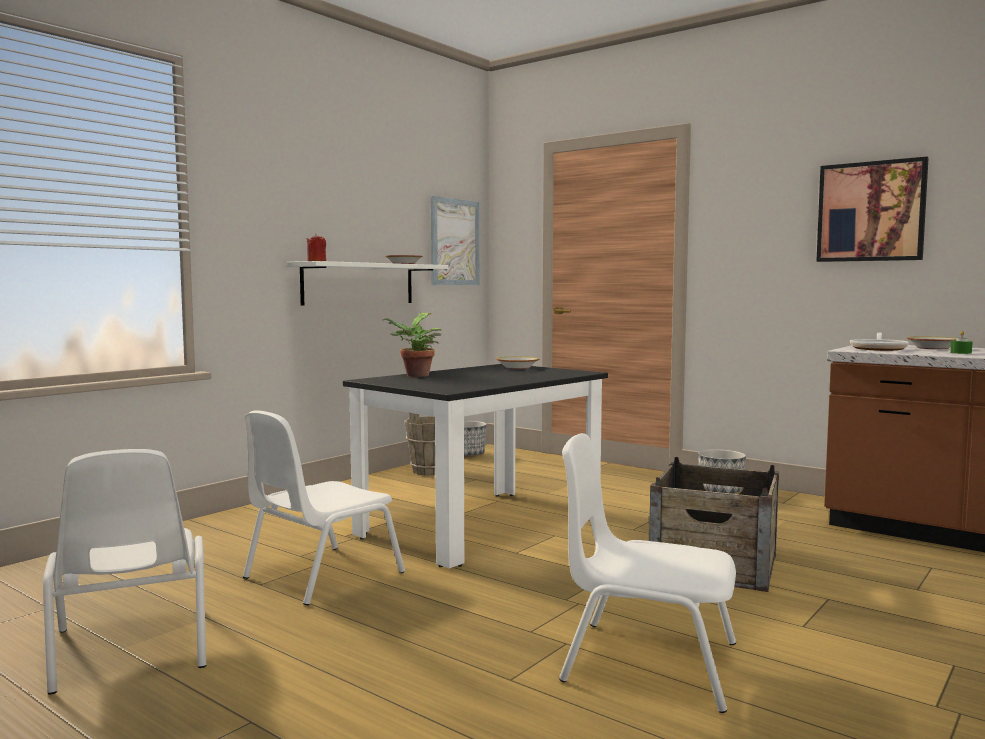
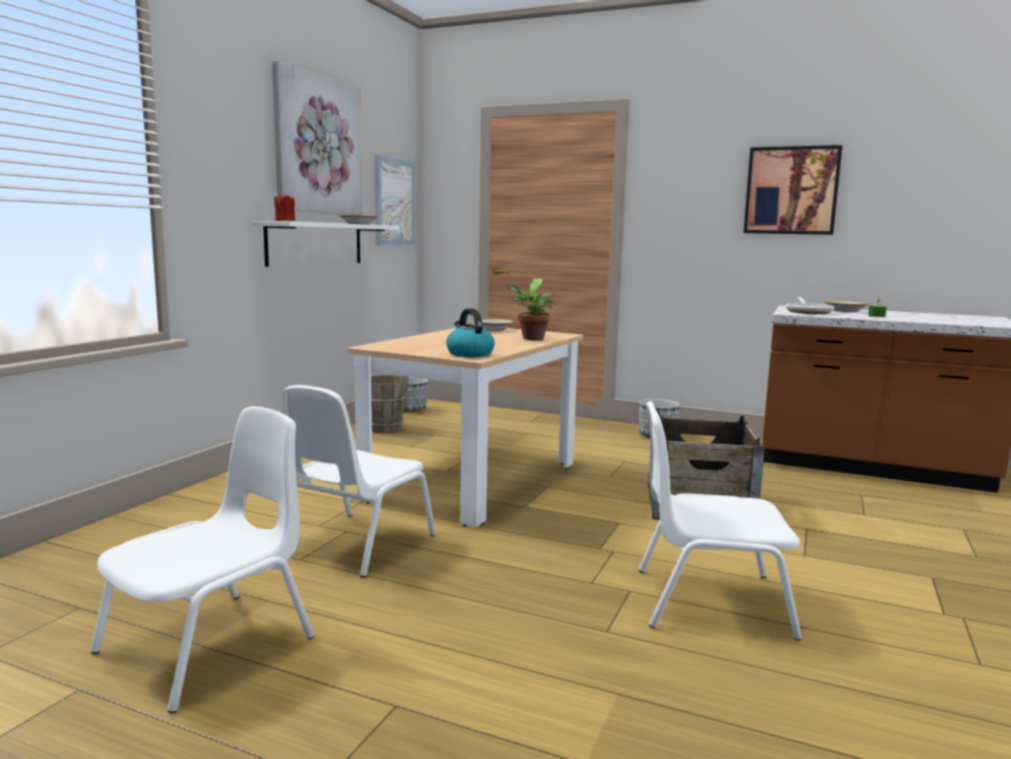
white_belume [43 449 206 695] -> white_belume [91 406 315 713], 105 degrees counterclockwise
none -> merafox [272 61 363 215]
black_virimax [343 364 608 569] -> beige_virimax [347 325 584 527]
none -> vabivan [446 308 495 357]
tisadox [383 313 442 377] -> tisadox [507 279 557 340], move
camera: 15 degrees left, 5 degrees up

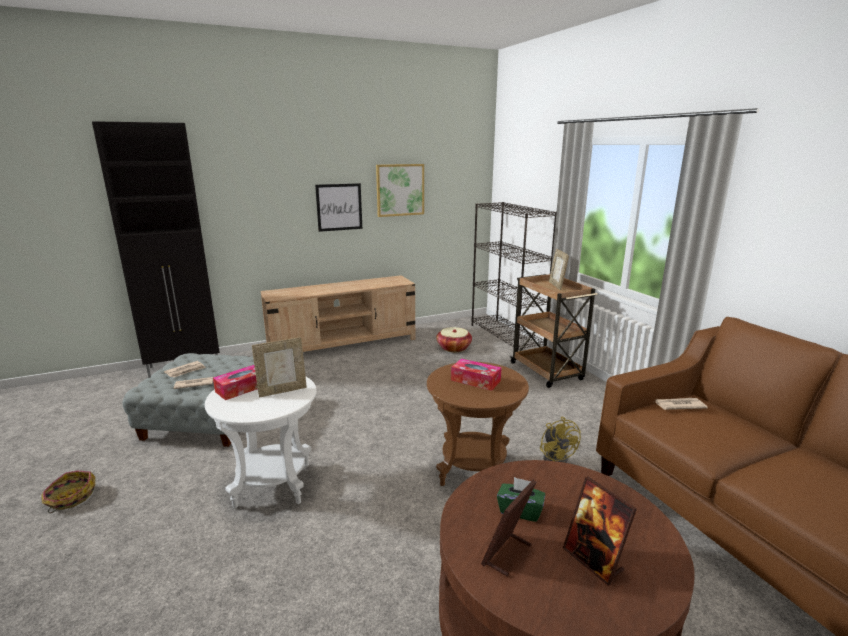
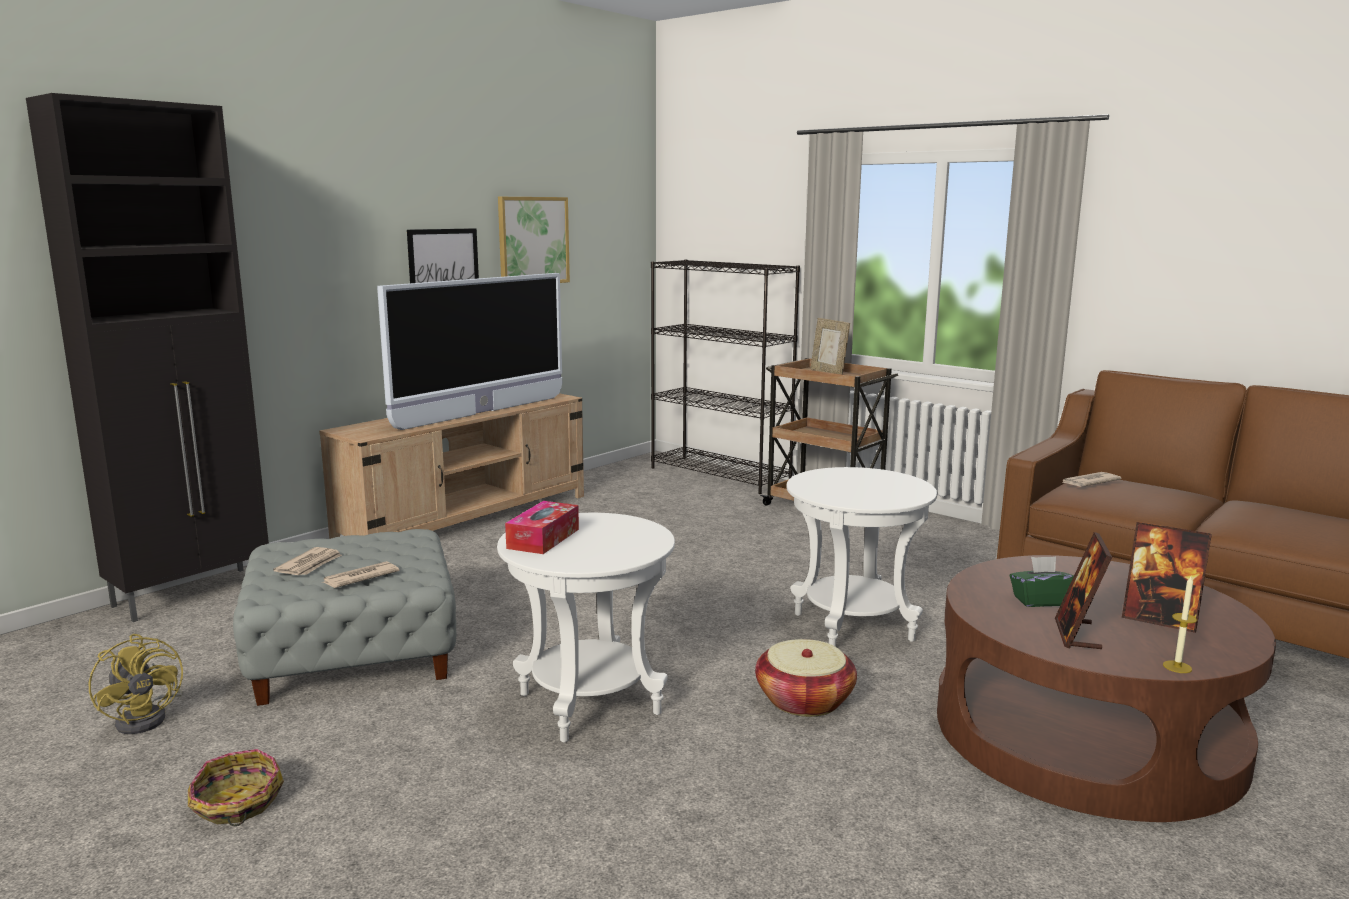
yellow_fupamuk [540 417 581 463] -> yellow_fupamuk [89 634 183 734], move
none -> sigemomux [377 273 562 430]
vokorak [436 327 472 352] -> vokorak [755 639 857 717], move
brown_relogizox [427 362 529 486] -> white_relogizox [786 467 937 647]
none -> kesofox [1163 576 1197 673]
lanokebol [252 337 307 397] -> none
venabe [451 359 501 391] -> none
camera: 25 degrees left, 5 degrees down

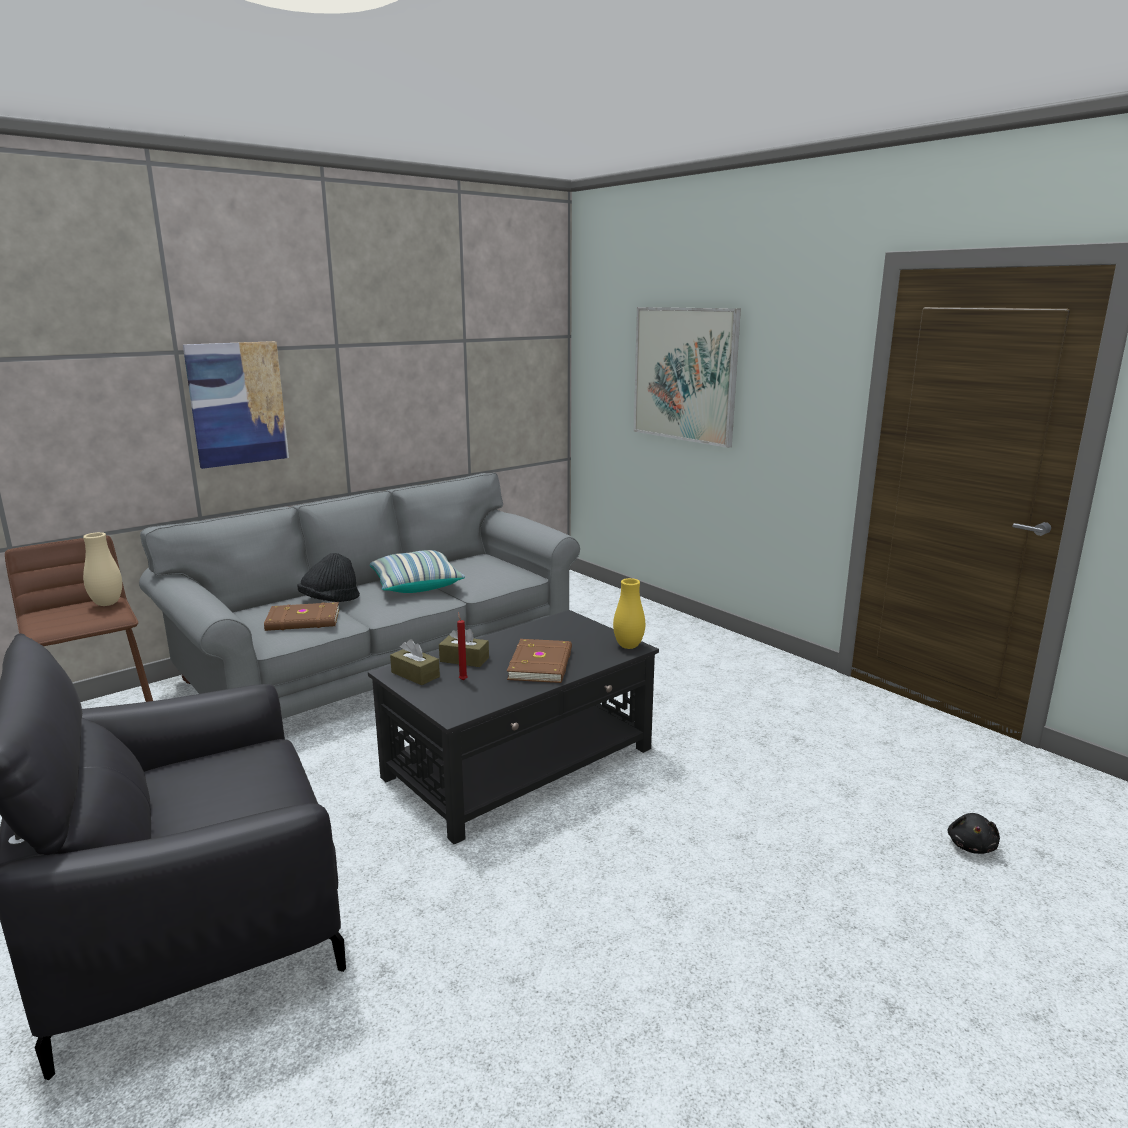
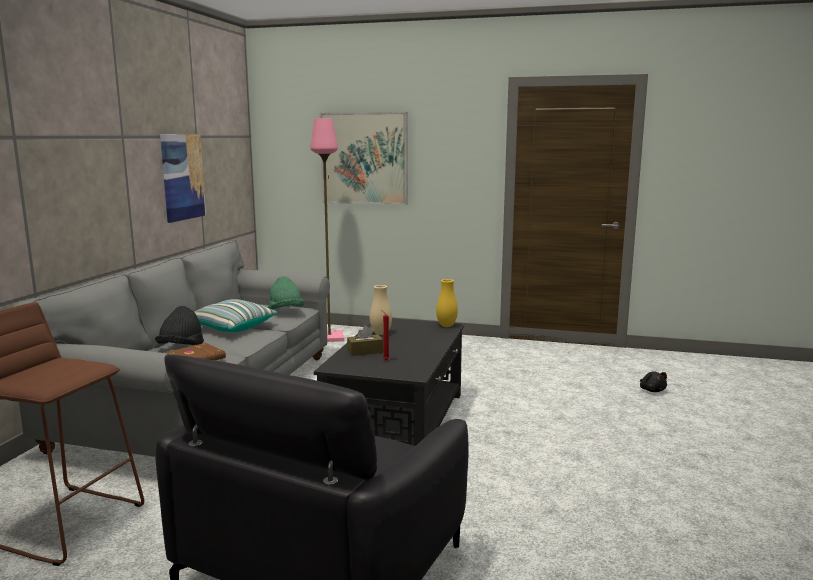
merafox [183 341 289 469] -> merafox [160 134 206 223], move
none -> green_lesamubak [268 276 305 310]
none -> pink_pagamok [310 118 344 342]
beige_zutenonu [83 532 122 606] -> beige_zutenonu [370 285 392 335], move
brown_venabe [390 639 440 685] -> none
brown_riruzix [507 639 572 683] -> none
camera: 35 degrees left, 5 degrees down

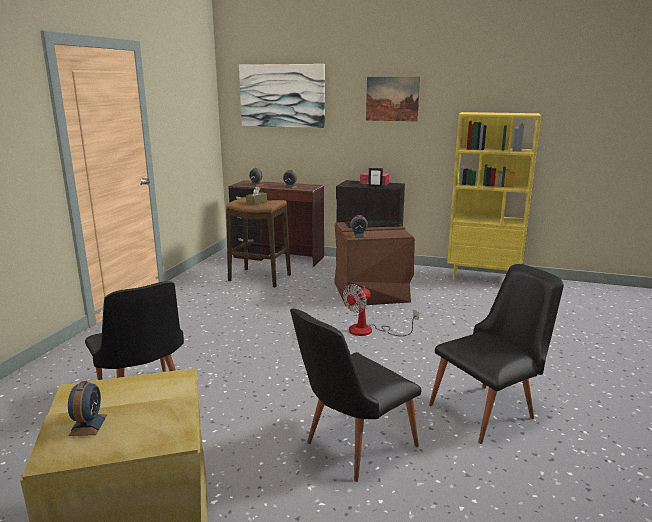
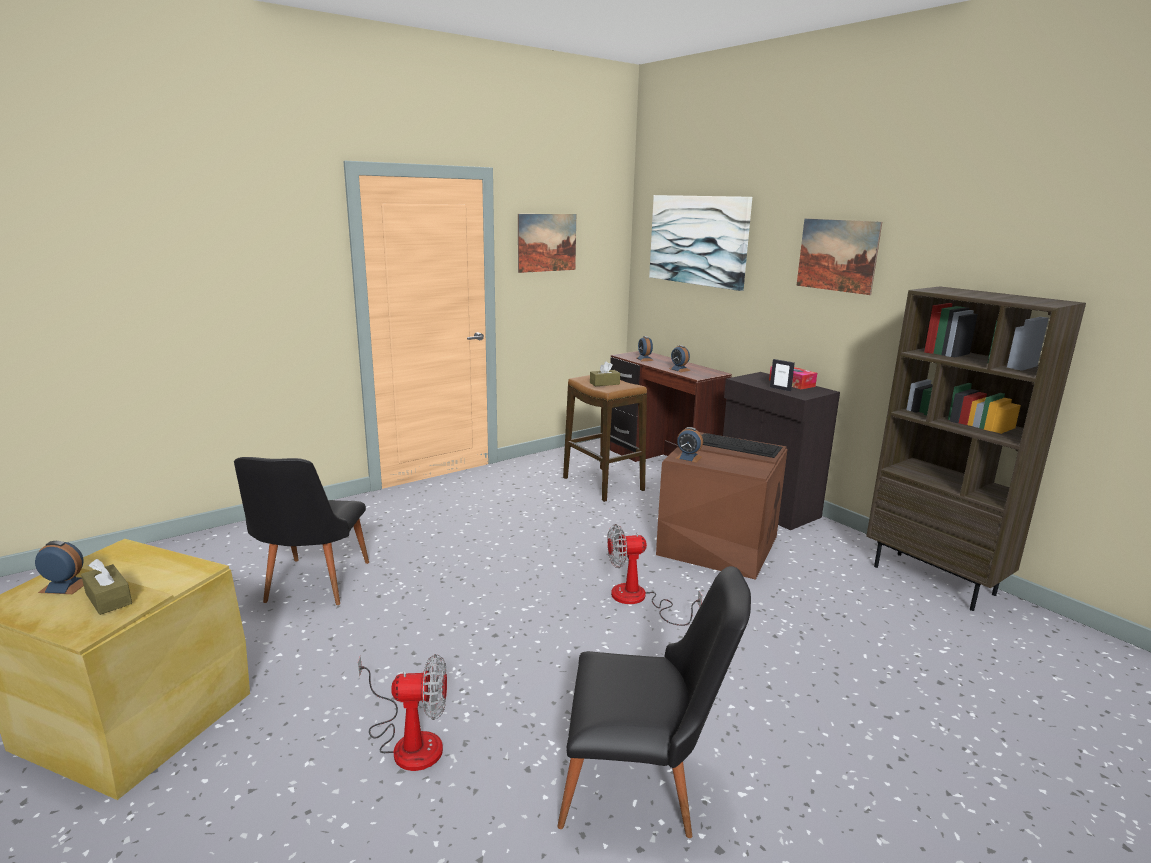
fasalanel [68 381 107 436] -> fasalanel [35 541 84 594], 120 degrees counterclockwise
none -> brown_venabe [81 559 132 615]
black_belume [290 309 421 482] -> fupamuk [358 654 447 771]
none -> merafox [518 214 576 273]
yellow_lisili [447 112 541 280] -> brown_lisili [866 287 1086 611]
camera: 35 degrees right, 0 degrees up

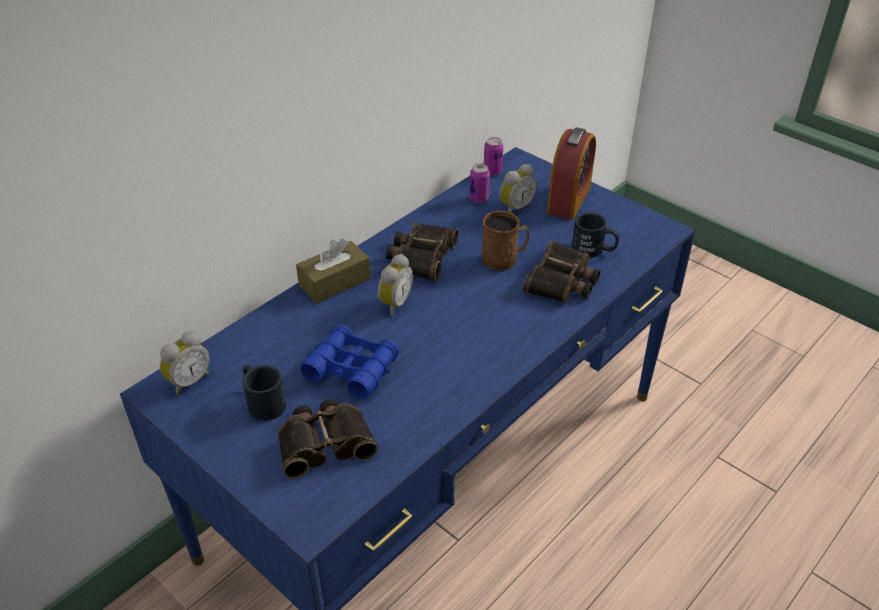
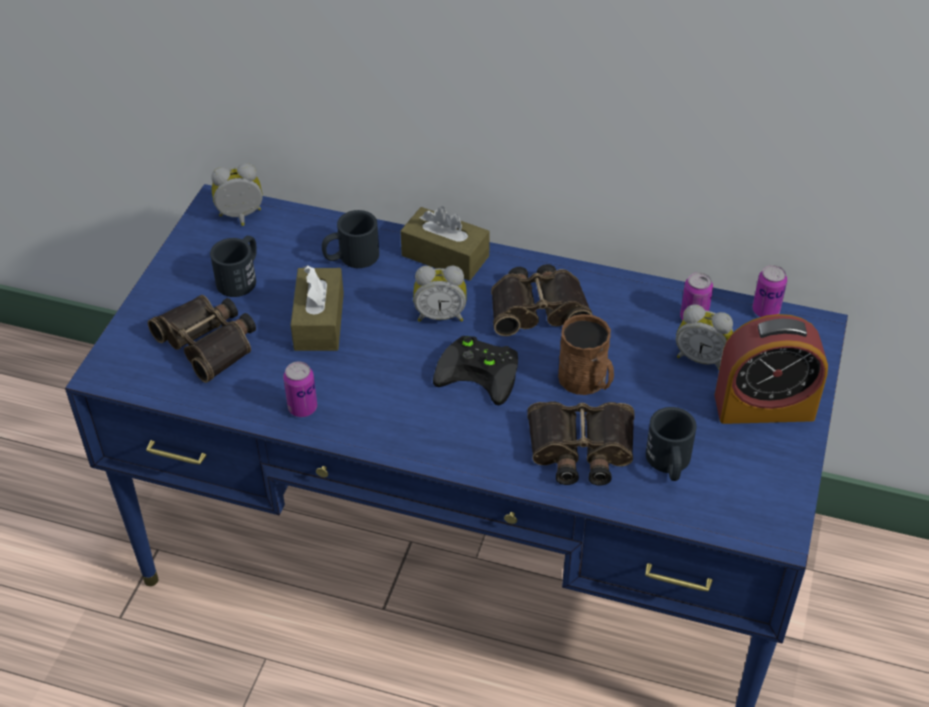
fasalanel [160 331 210 396] -> fasalanel [212 163 263 226], 150 degrees clockwise
none -> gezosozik [283 361 317 417]
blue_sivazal [300 324 399 399] -> brown_venabe [290 265 344 351]
none -> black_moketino [322 210 379 268]
none -> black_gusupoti [433 336 518 406]
camera: 65 degrees right, 5 degrees up

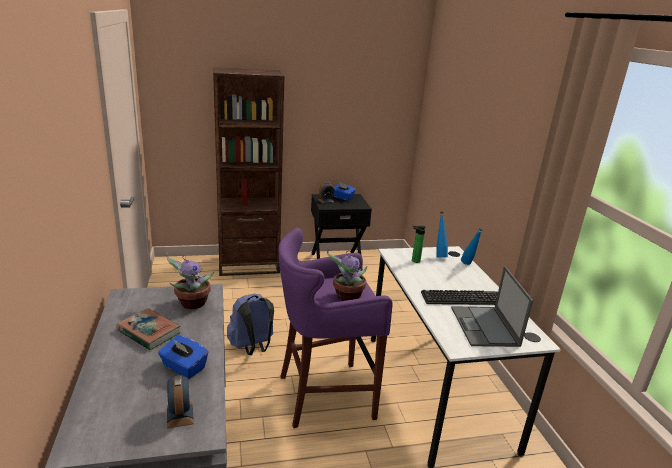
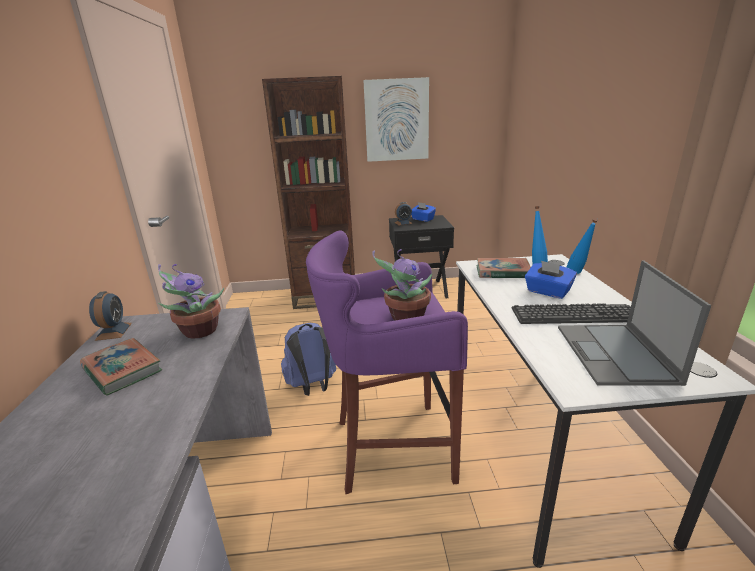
fasalanel [167 375 194 428] -> fasalanel [89 291 132 341], move
none -> merafox [363 77 429 162]
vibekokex [412 225 426 263] -> riruzix [476 258 531 278]
blue_venabe [158 335 208 379] -> blue_venabe [525 260 577 299], move
camera: 10 degrees right, 0 degrees up

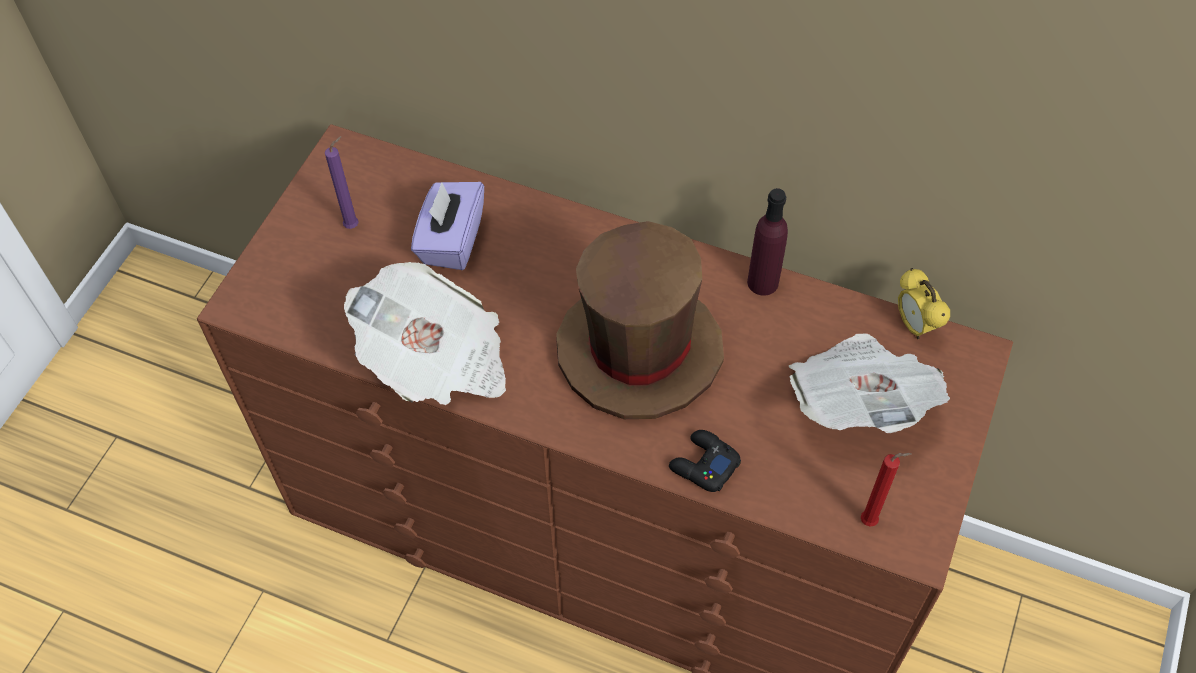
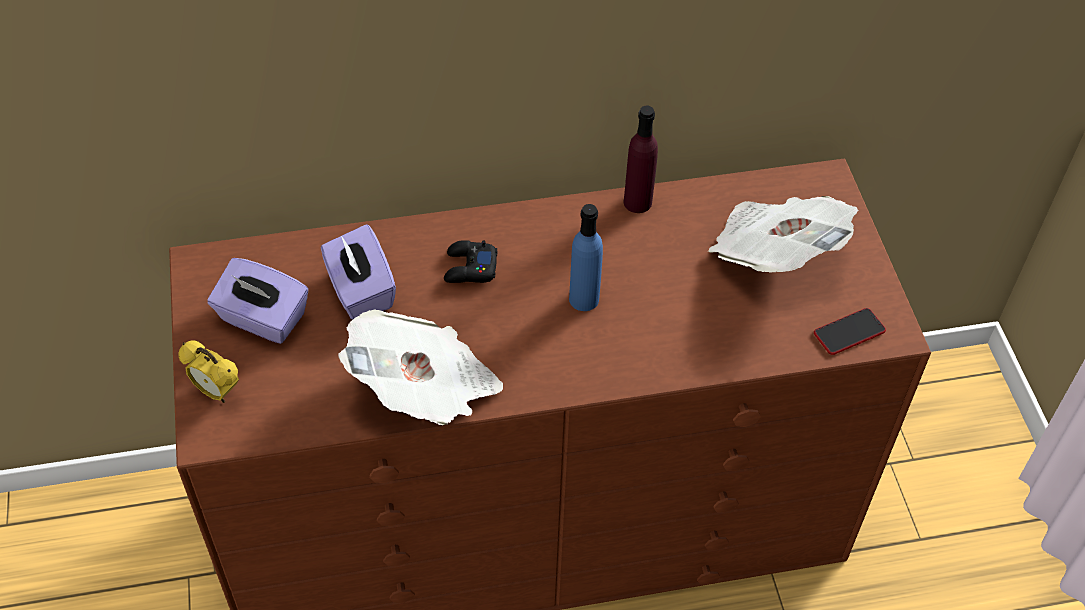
fasalanel [898 268 950 339] -> fasalanel [178 340 239 403], move
purple_kesofox [325 136 359 229] -> purple_venabe [207 258 308 344]
black_gusupoti [669 430 741 492] -> black_gusupoti [444 240 498 283], move
brown_lesamubak [556 221 724 419] -> blue_vibekokex [569 204 603 311]
red_kesofox [861 453 912 527] -> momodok [814 308 886 355]
camera: 35 degrees left, 5 degrees down

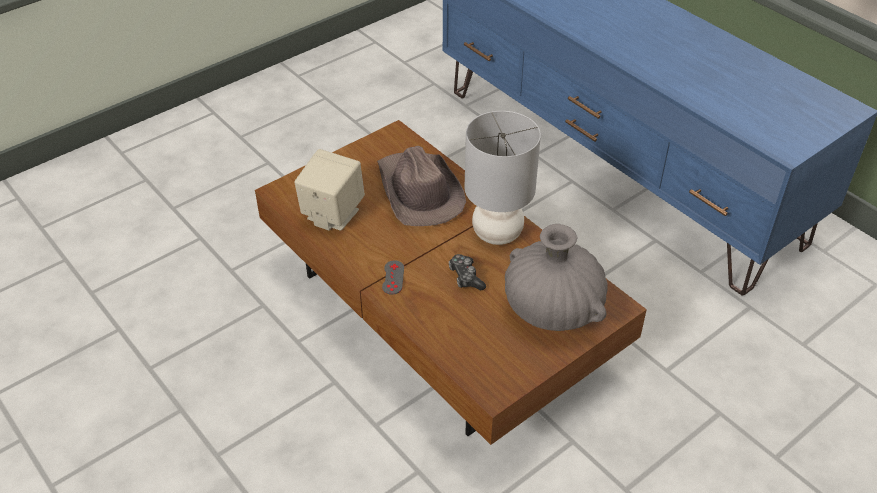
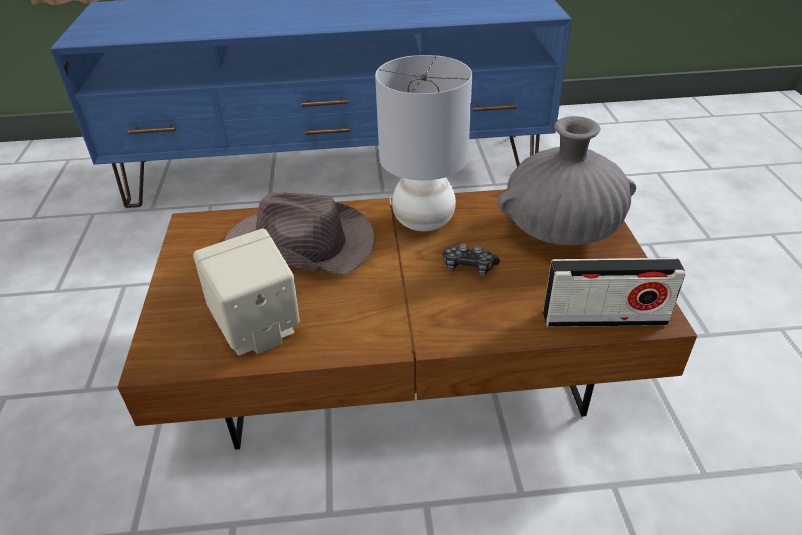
none -> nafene [543 258 686 327]
grey_gusupoti [382 260 404 295] -> none
camera: 55 degrees left, 5 degrees down

